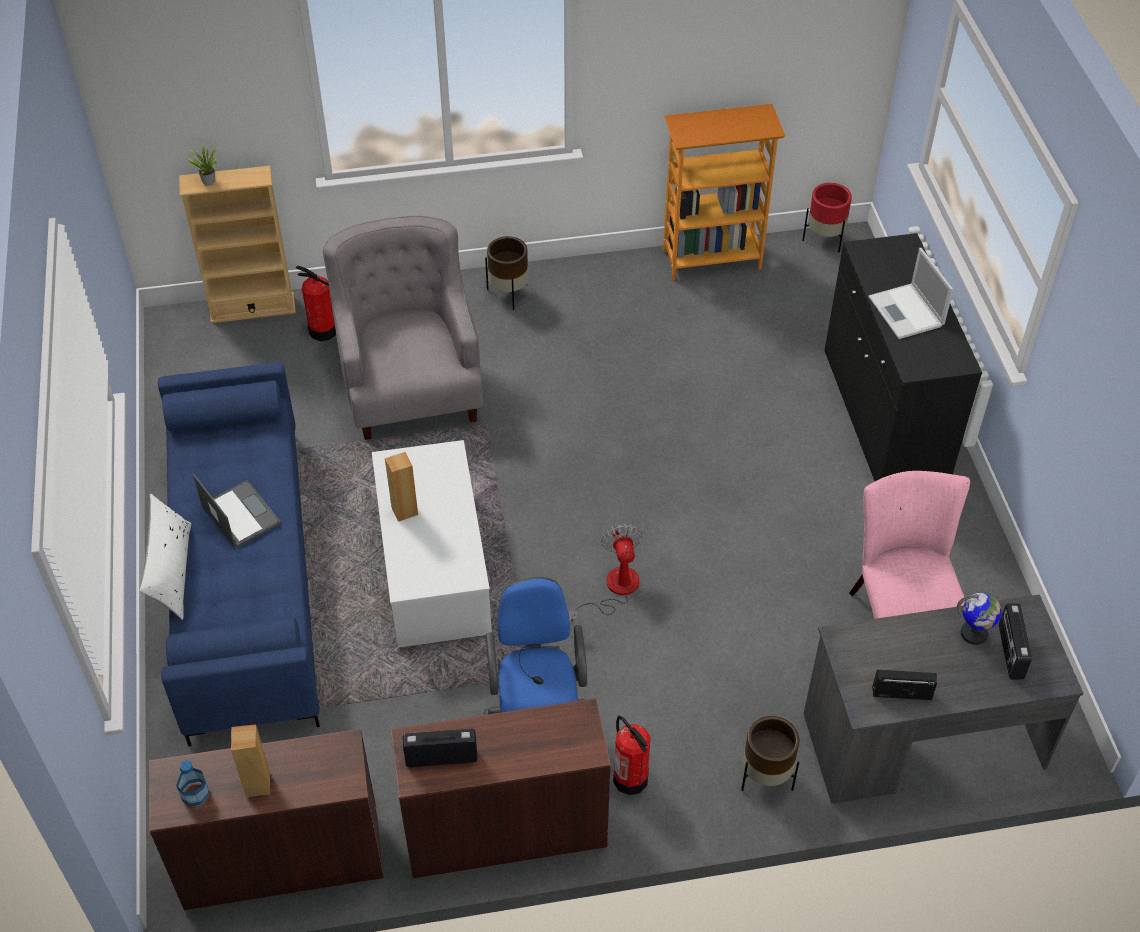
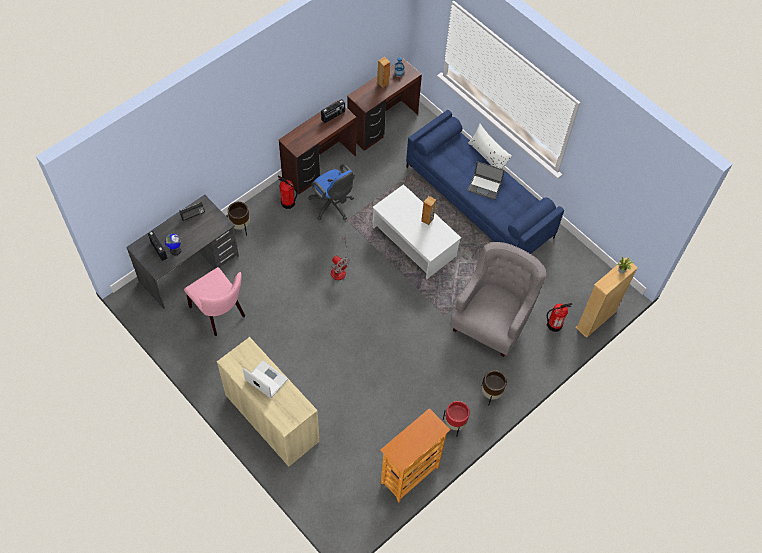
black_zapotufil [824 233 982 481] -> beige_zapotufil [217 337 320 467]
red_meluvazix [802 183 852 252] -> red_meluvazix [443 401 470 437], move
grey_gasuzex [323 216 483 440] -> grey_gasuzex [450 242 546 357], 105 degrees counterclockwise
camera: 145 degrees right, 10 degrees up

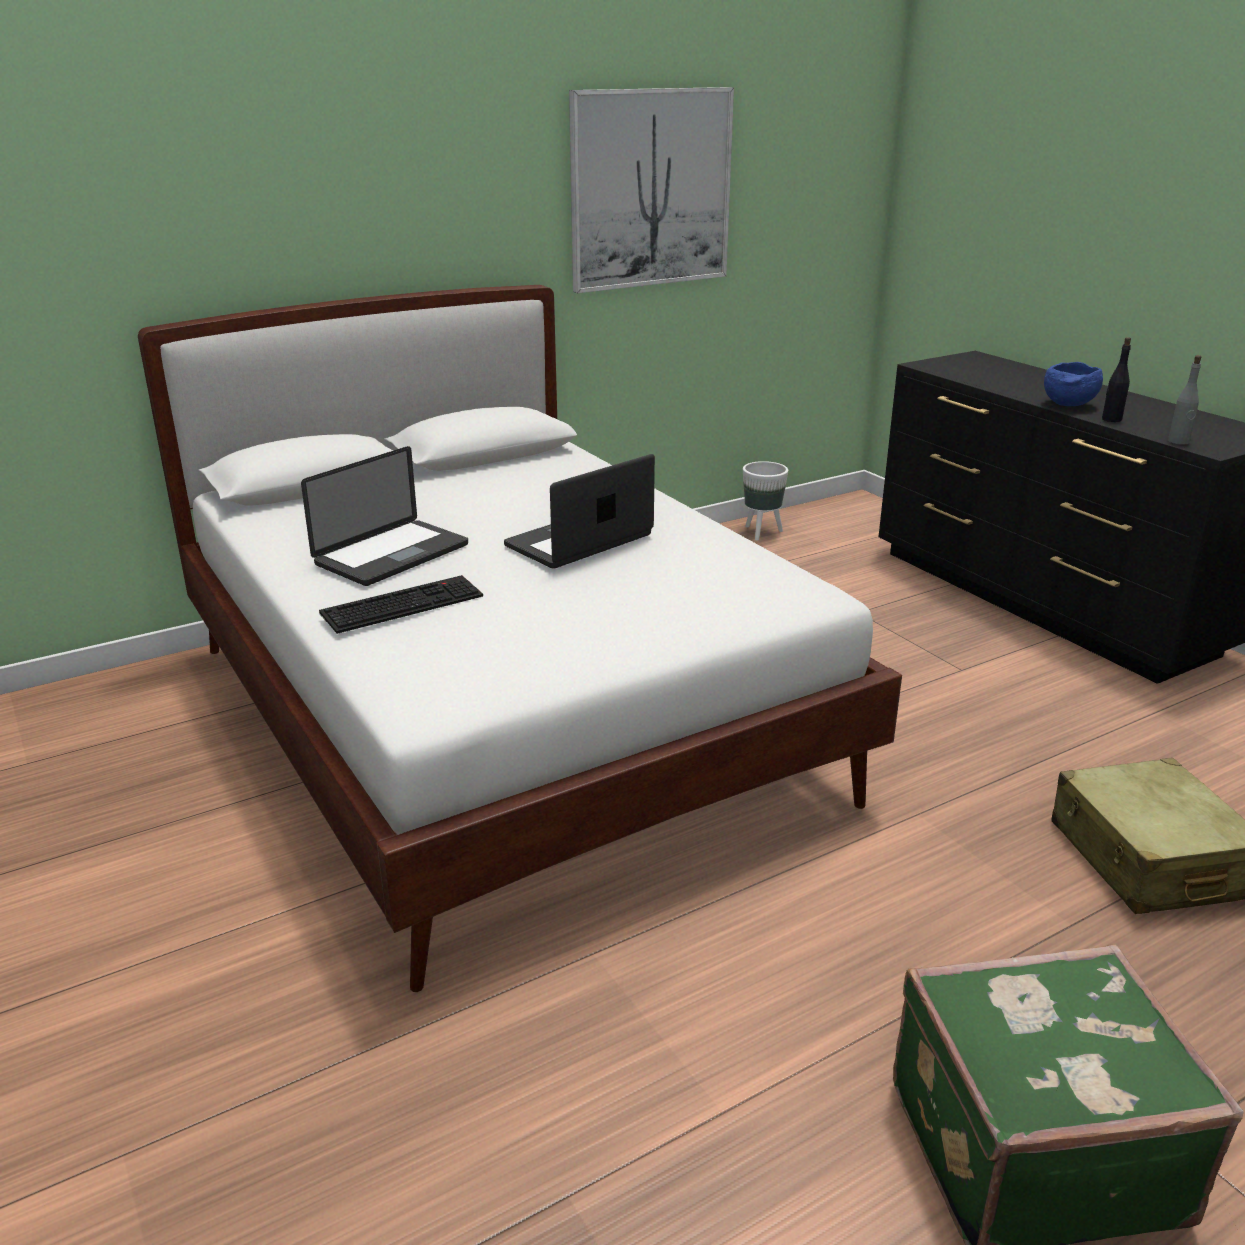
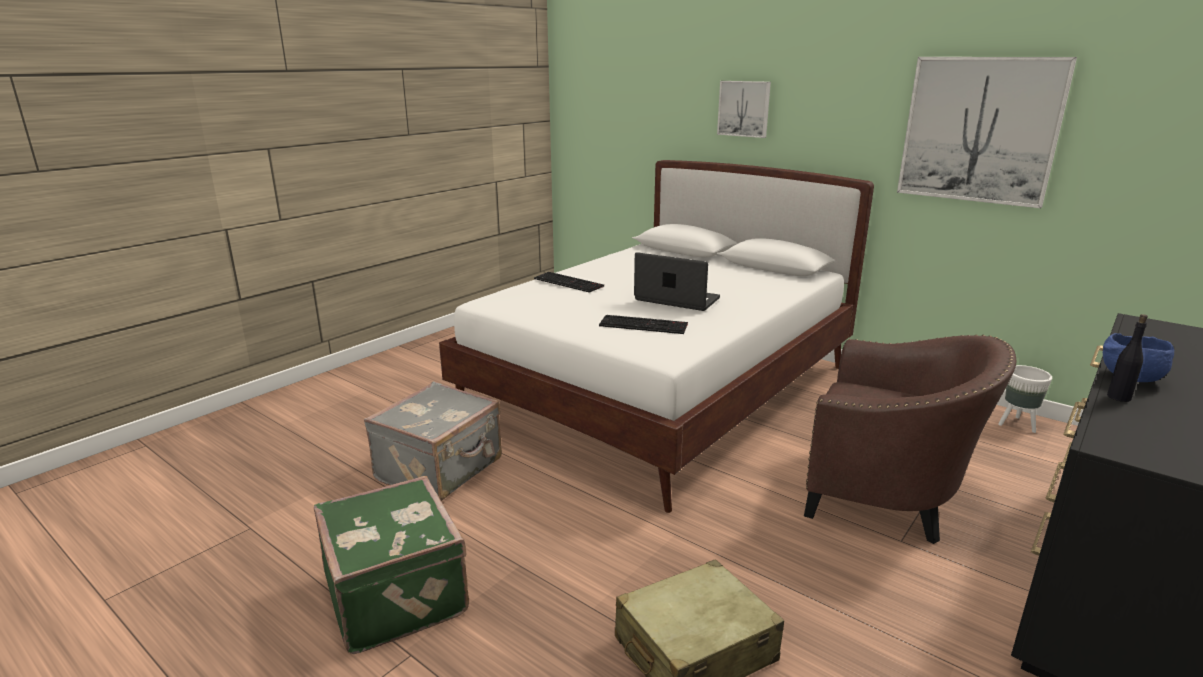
none -> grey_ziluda [364 382 502 502]
none -> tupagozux [599 315 688 334]
none -> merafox [717 81 771 138]
none -> brown_gasuzex [804 335 1016 544]
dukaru [301 446 468 586] -> none
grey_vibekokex [1168 355 1201 445] -> none
camera: 70 degrees right, 5 degrees down

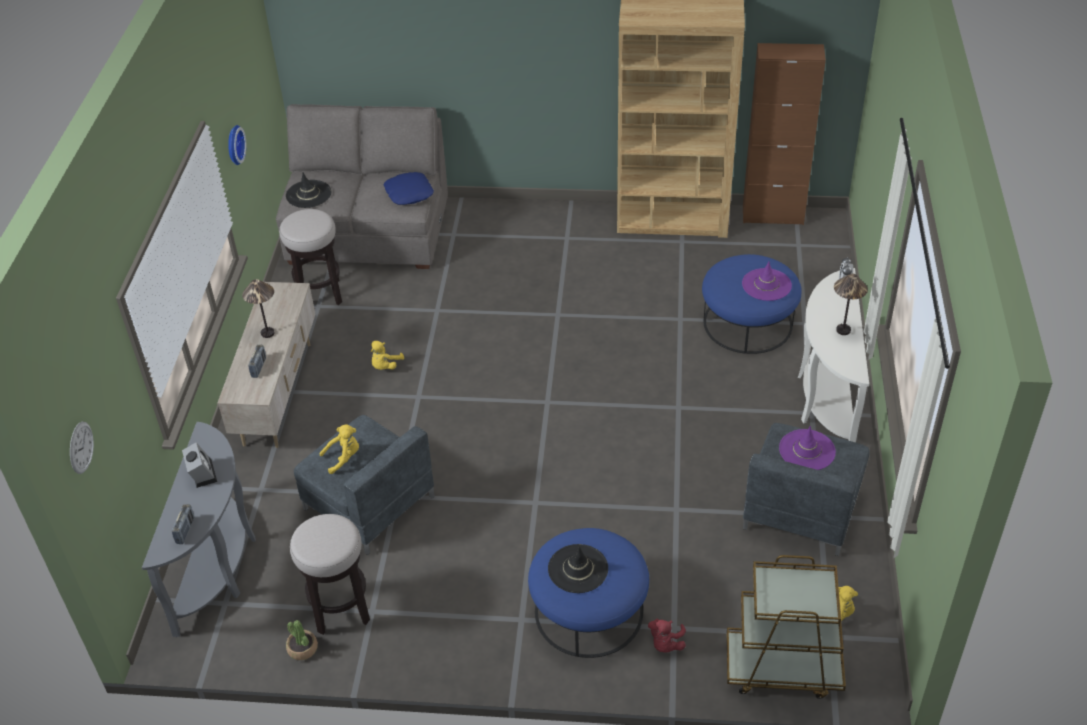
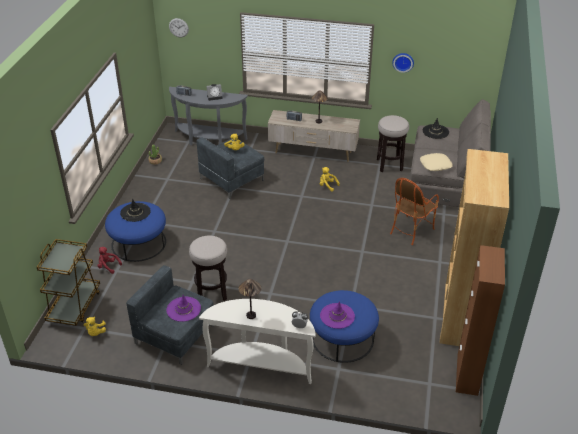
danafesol [290 514 370 635] -> danafesol [189 235 227 301], move
none -> gasuzex [390 178 439 245]
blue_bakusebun [383 172 434 205] -> beige_bakusebun [420 153 452 171]
camera: 95 degrees right, 5 degrees down

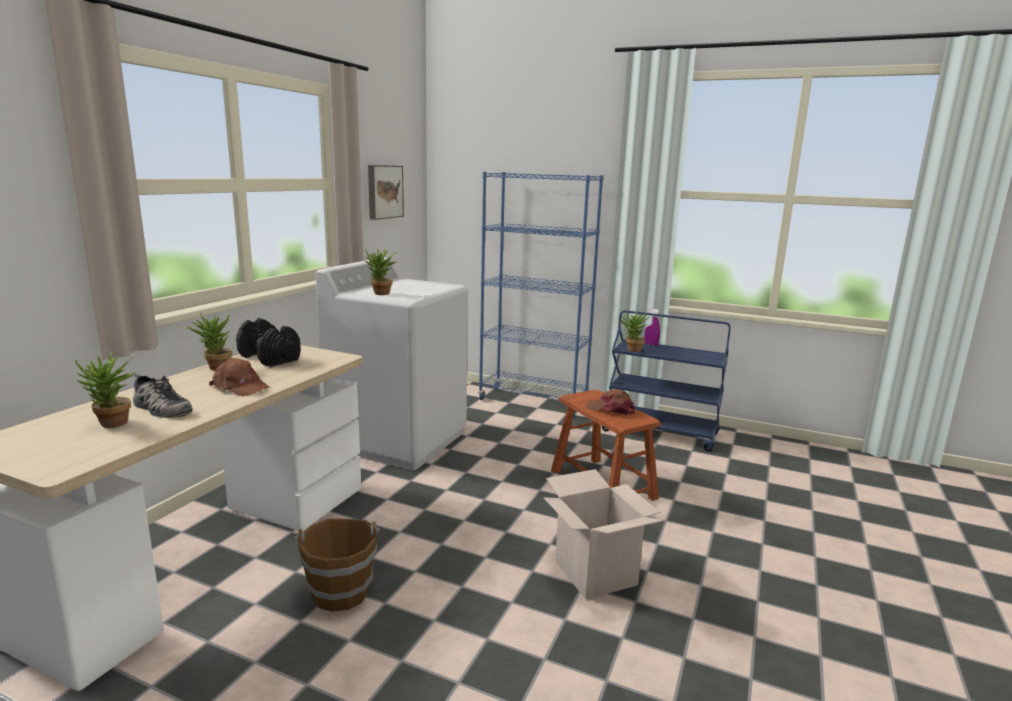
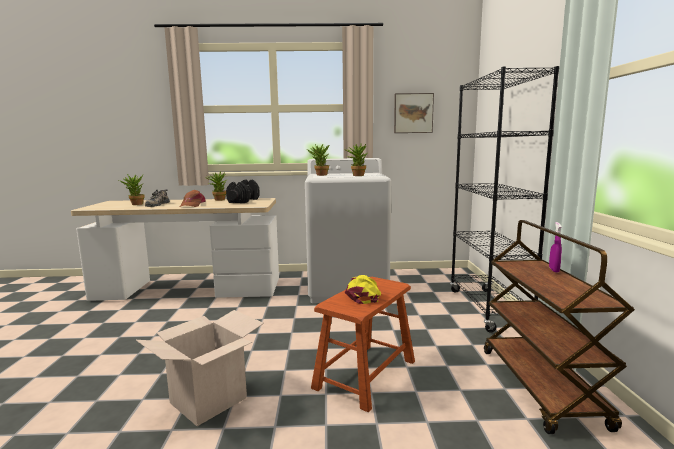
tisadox [619 310 650 352] -> tisadox [344 143 368 176], move
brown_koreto [586 389 635 415] -> yellow_koreto [345 275 381 304]
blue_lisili [478 172 603 418] -> black_lisili [450 66 559 332]
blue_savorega [602 310 731 451] -> brown_savorega [484 220 635 434]
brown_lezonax [295 518 380 612] -> none
camera: 65 degrees right, 5 degrees down

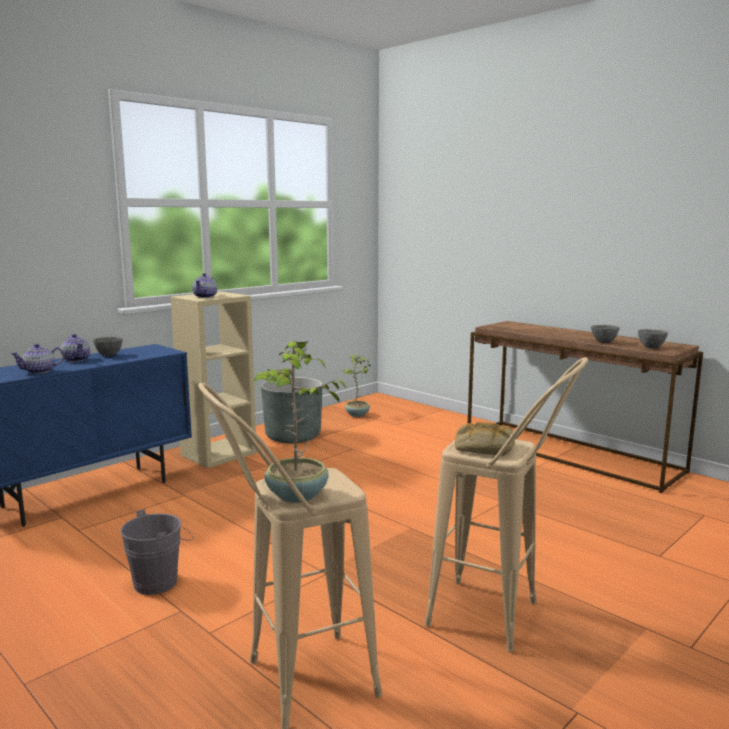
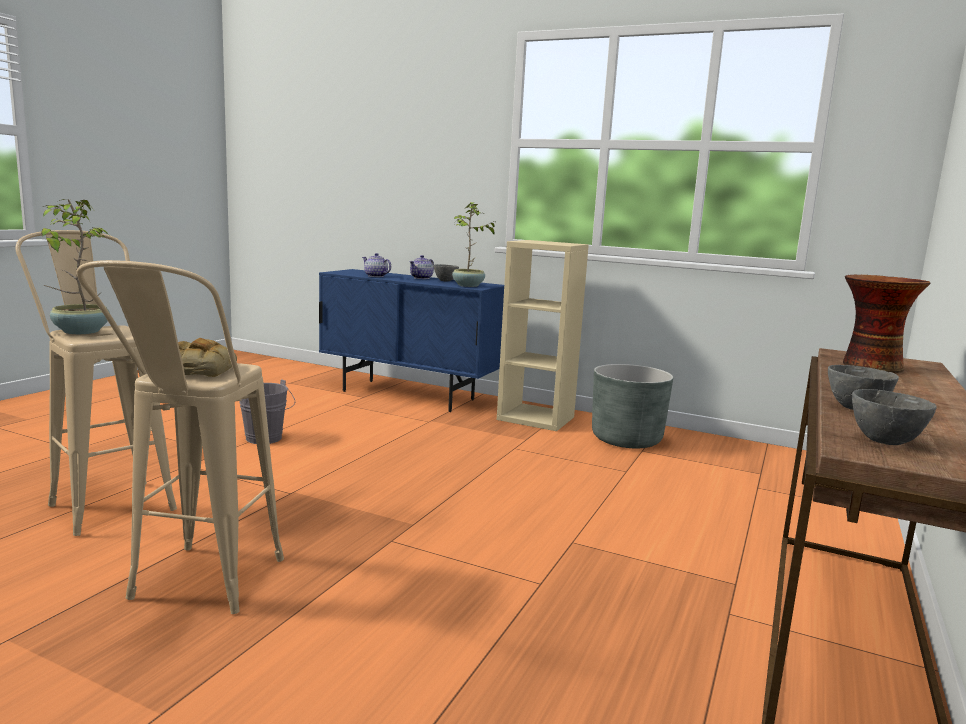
tisadox [344 354 371 417] -> tisadox [452 202 495 287], move
none -> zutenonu [843 275 930 373]
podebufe [193 273 217 298] -> none
camera: 70 degrees right, 0 degrees up

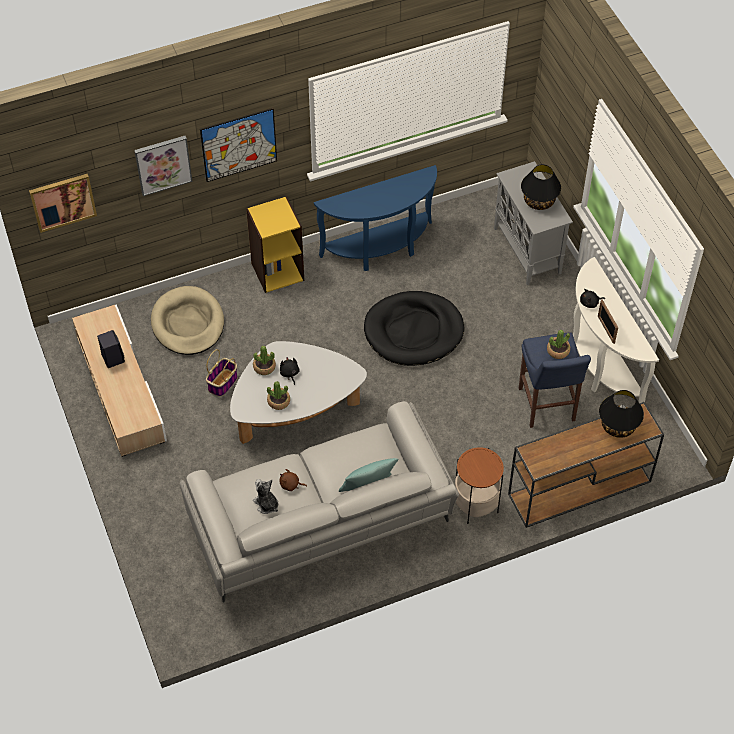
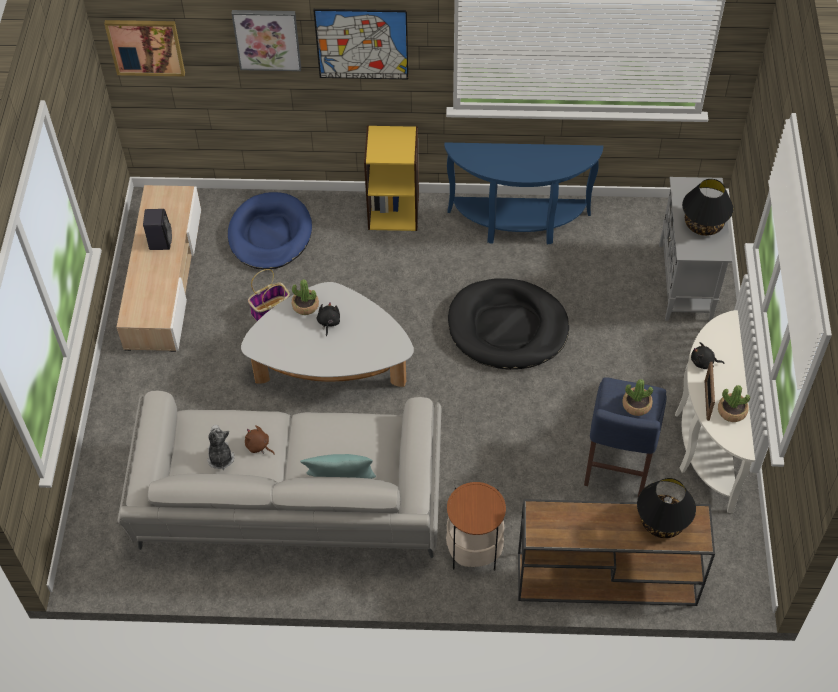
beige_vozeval [151 286 224 355] -> blue_vozeval [228 192 312 270]
tisadox [267 381 290 410] -> tisadox [718 385 750 422], move
camera: 25 degrees right, 0 degrees up

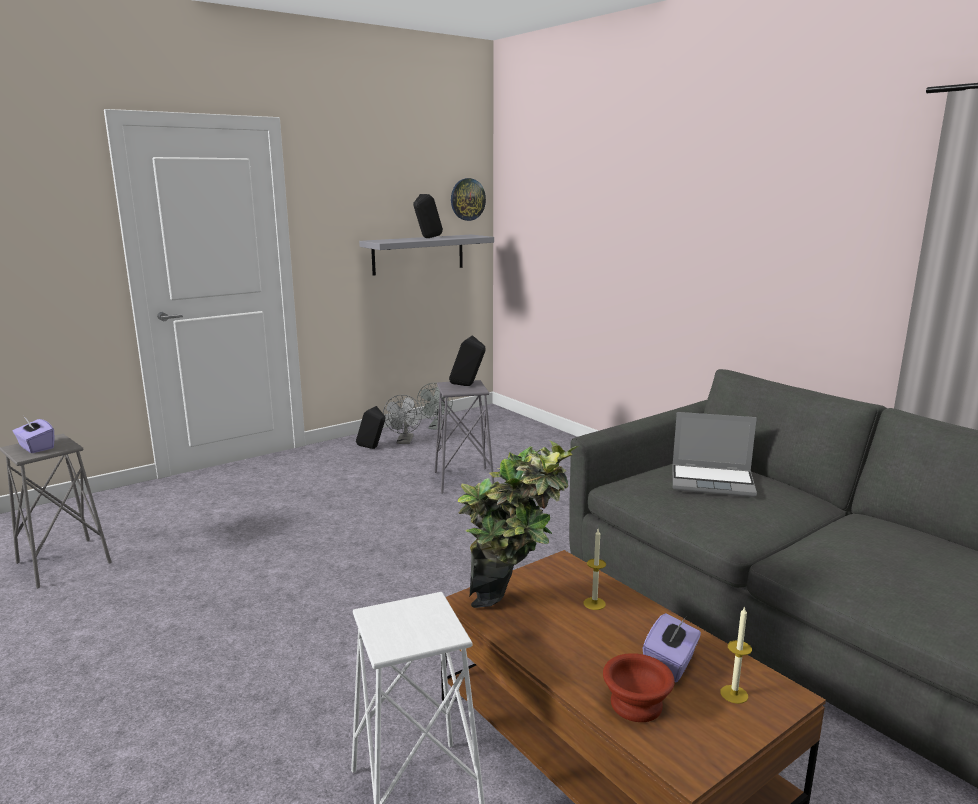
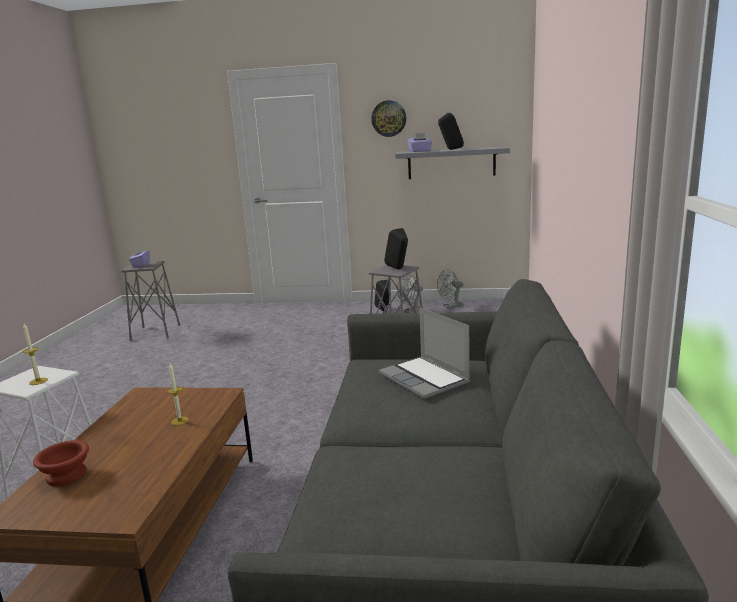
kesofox [720 606 752 704] -> kesofox [23 324 48 385], move
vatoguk [451 178 486 221] -> vatoguk [371 100 406 137], move
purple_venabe [643 613 701 682] -> purple_venabe [407 133 432 152], move
tisadox [458 440 579 608] -> none
camera: 45 degrees right, 0 degrees up

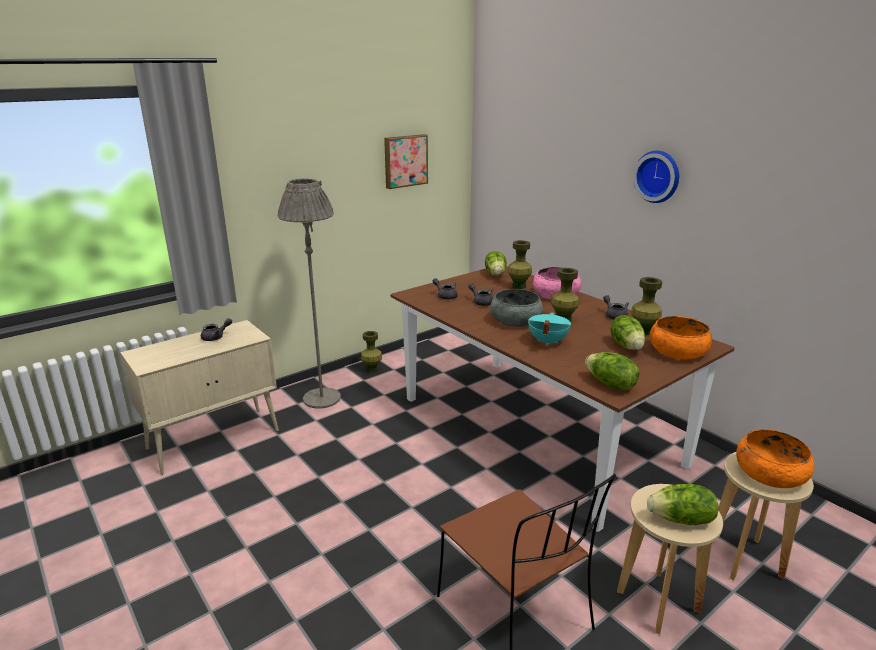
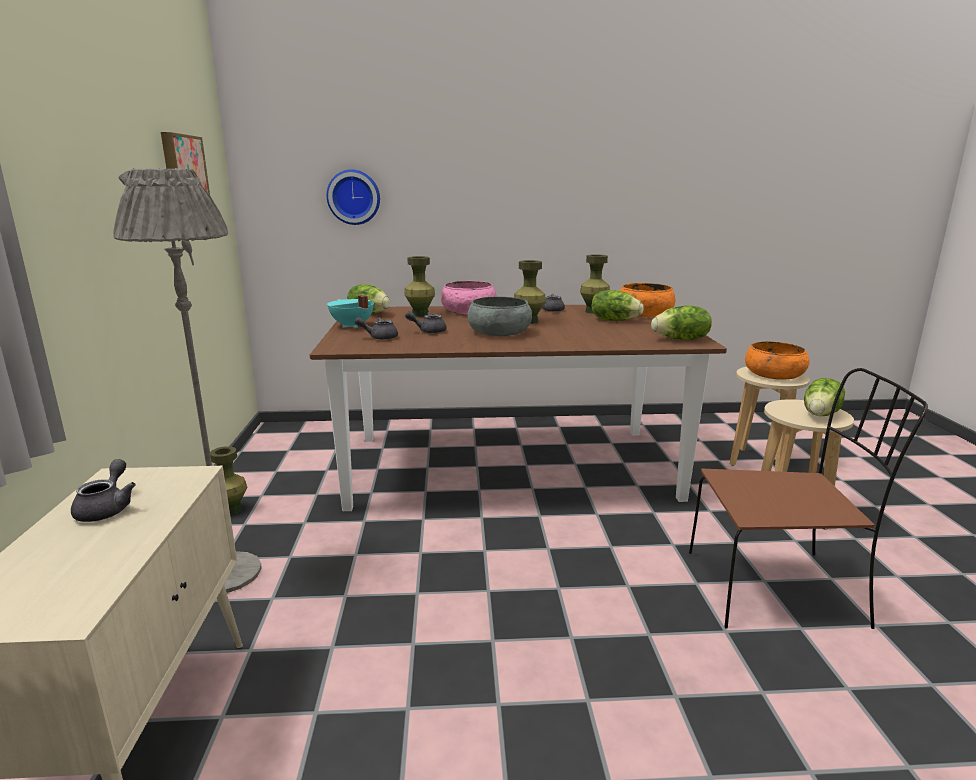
vatoguk [633 151 679 203] -> vatoguk [327 169 380 225], move
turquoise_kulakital [528 313 571 346] -> turquoise_kulakital [327 295 374 328], move
camera: 55 degrees left, 5 degrees down

